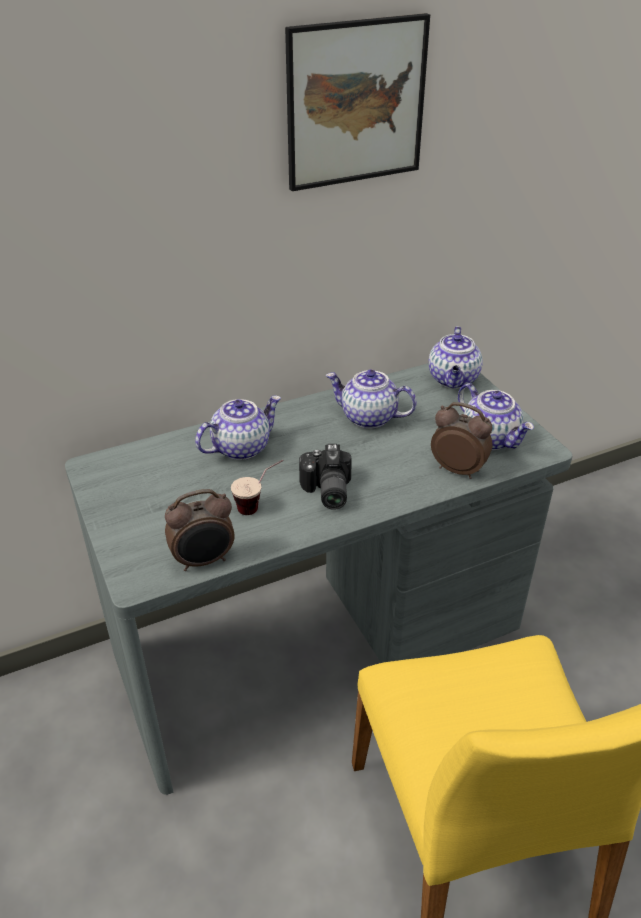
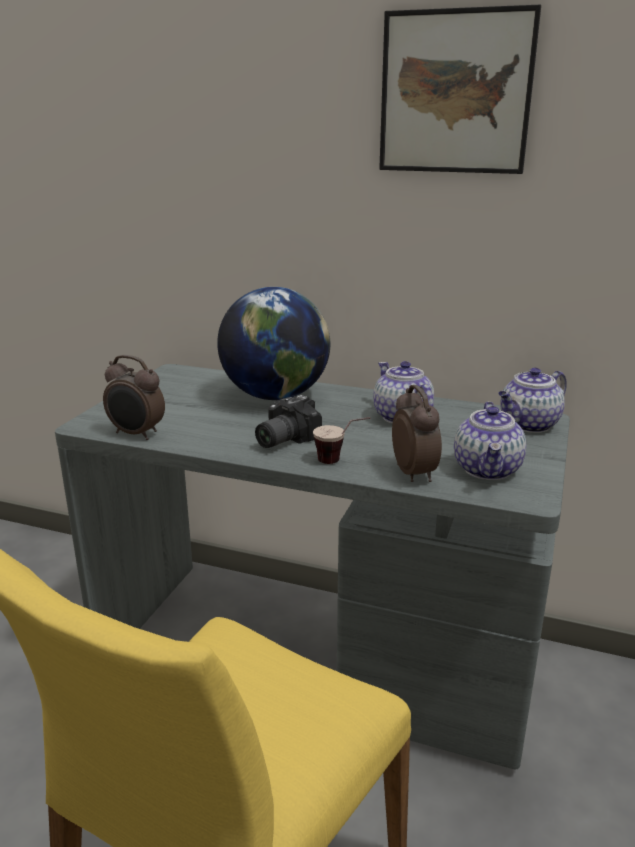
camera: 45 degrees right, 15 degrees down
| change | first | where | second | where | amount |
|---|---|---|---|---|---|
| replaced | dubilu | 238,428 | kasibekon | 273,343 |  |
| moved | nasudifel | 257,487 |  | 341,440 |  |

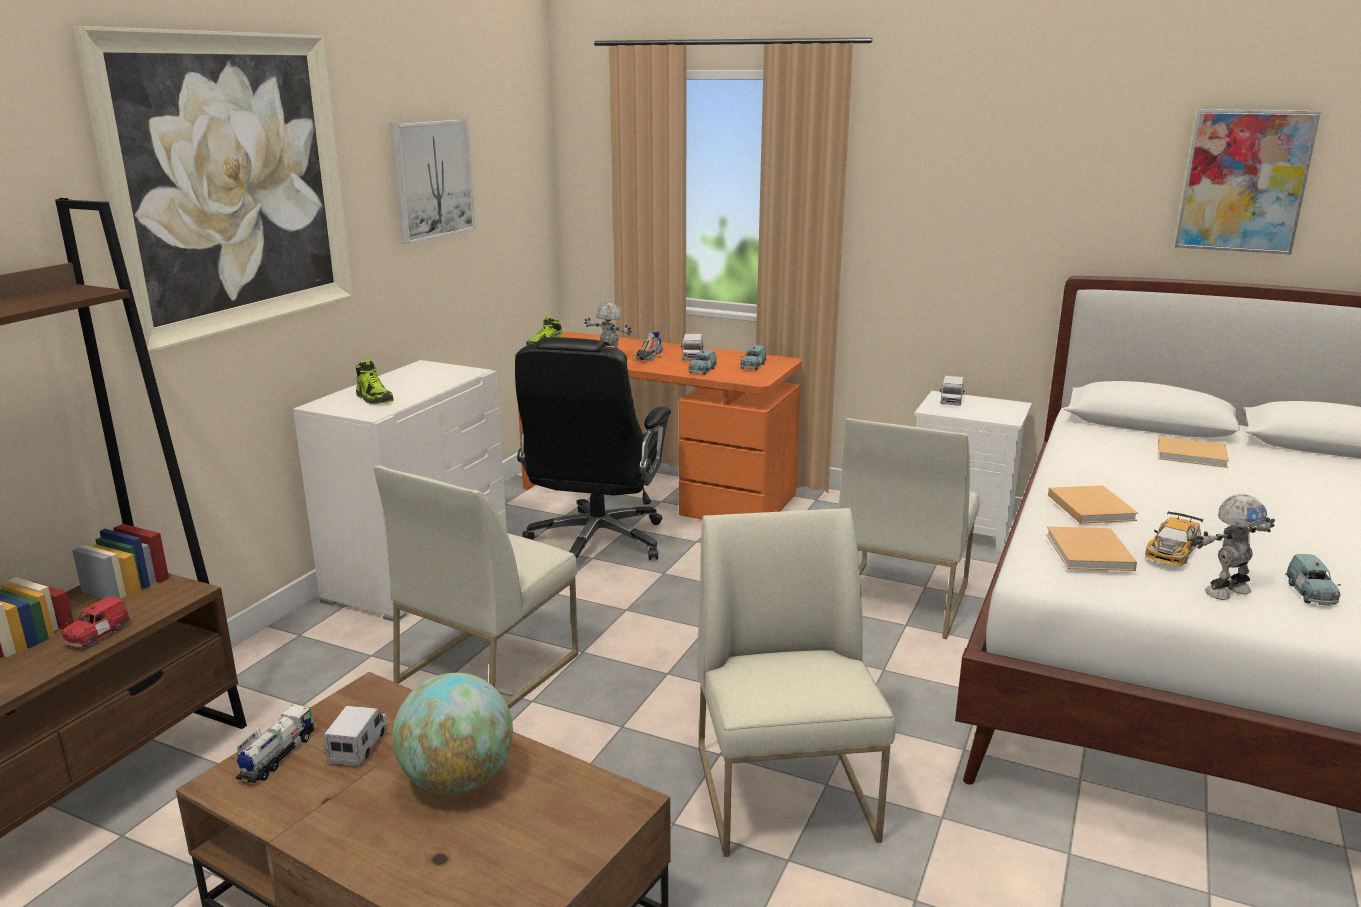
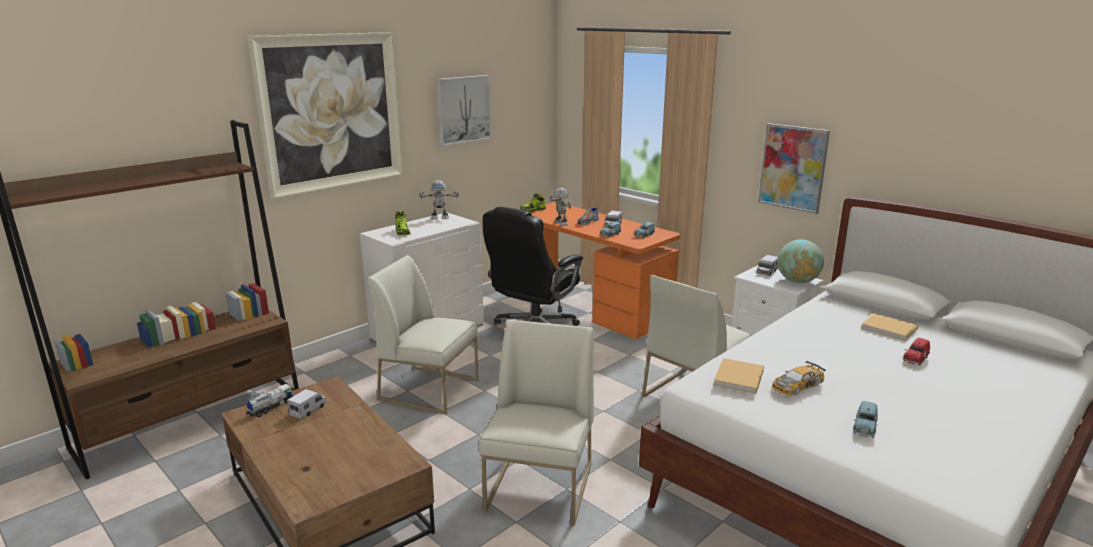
camera: 20 degrees right, 0 degrees up
| change | first | where | second | where | amount |
|---|---|---|---|---|---|
| moved | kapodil | 1248,182 |  | 794,168 |  |
| turned | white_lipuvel | 476,587 |  | 423,335 | 60 degrees clockwise |
| removed | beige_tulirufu | 1093,504 |  |  |  |
| moved | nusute | 1235,547 |  | 439,200 |  |
| moved | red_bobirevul | 96,622 |  | 916,351 |  |
| moved | kasibekon | 452,734 |  | 801,261 |  |

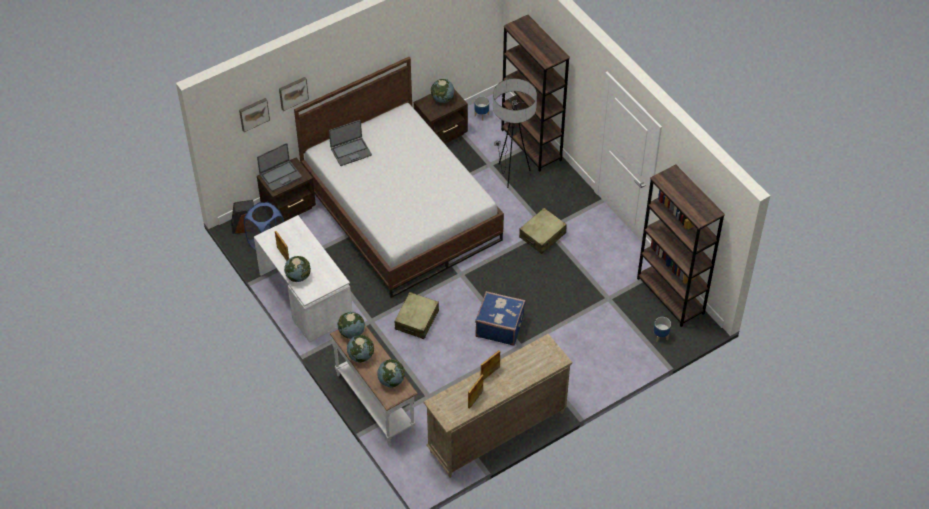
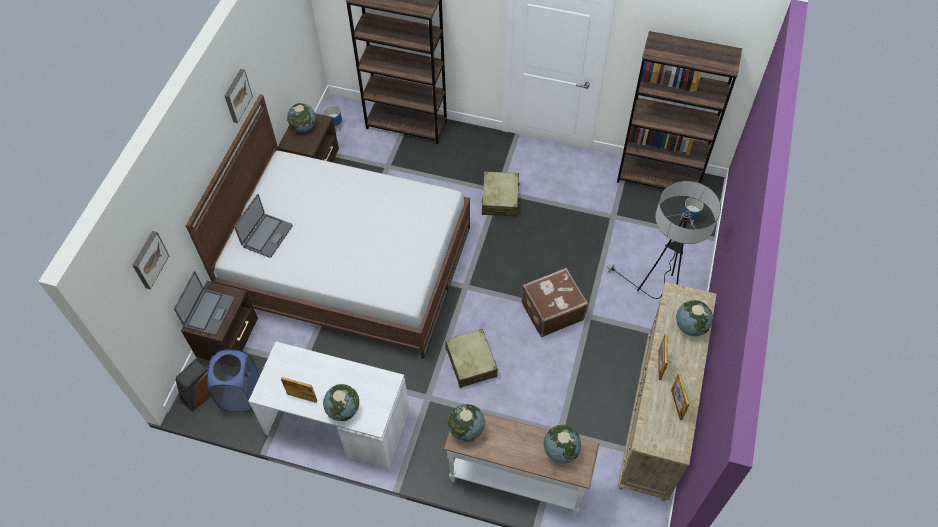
camera: 40 degrees left, 5 degrees up
| change | first | where | second | where | amount |
|---|---|---|---|---|---|
| moved | kapodil | 294,94 |  | 239,96 |  |
| moved | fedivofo | 515,133 |  | 664,239 |  |
| recoloured | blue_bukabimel | 500,318 | brown_bukabimel | 555,302 |  |
| moved | kasibekon | 360,349 |  | 694,318 |  |

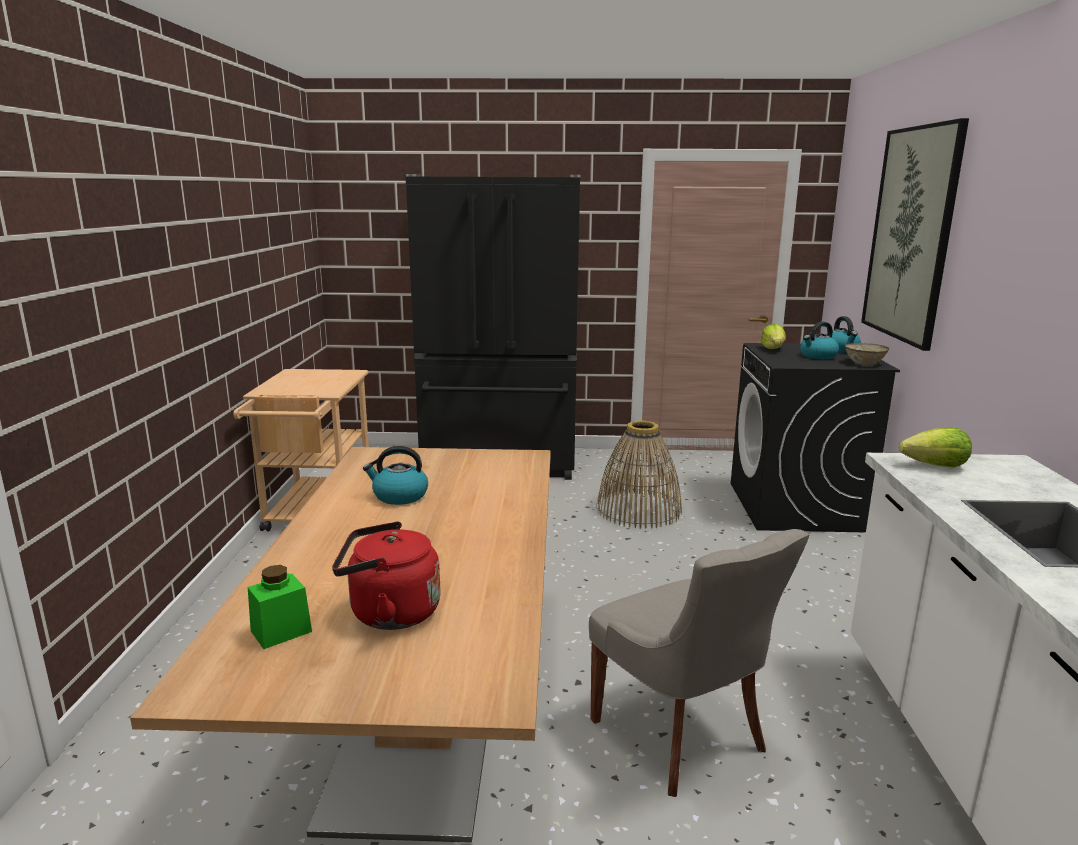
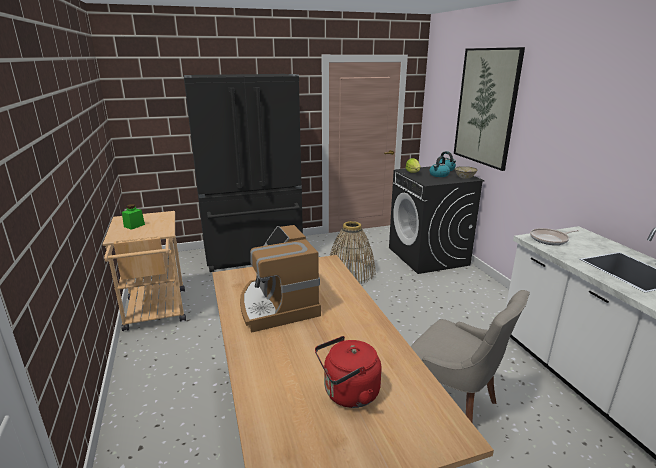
camera: 20 degrees left, 5 degrees up
| change | first | where | second | where | amount |
|---|---|---|---|---|---|
| replaced | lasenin | 935,447 | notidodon | 554,236 |  |
| replaced | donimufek | 395,475 | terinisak | 280,279 |  |
| moved | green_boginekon | 280,607 |  | 133,217 |  |

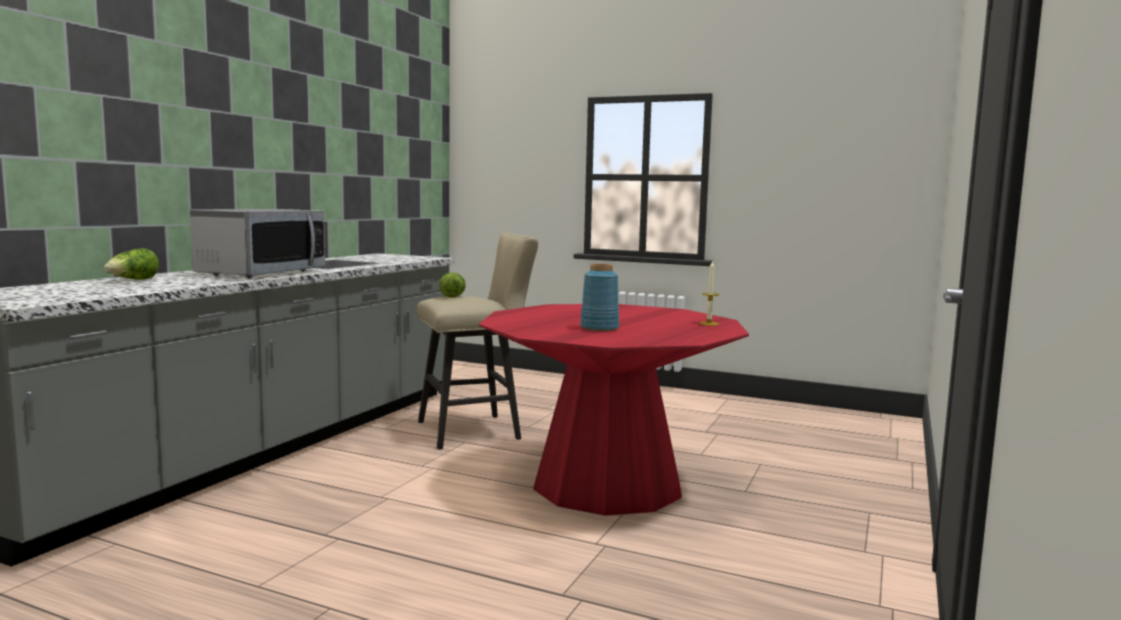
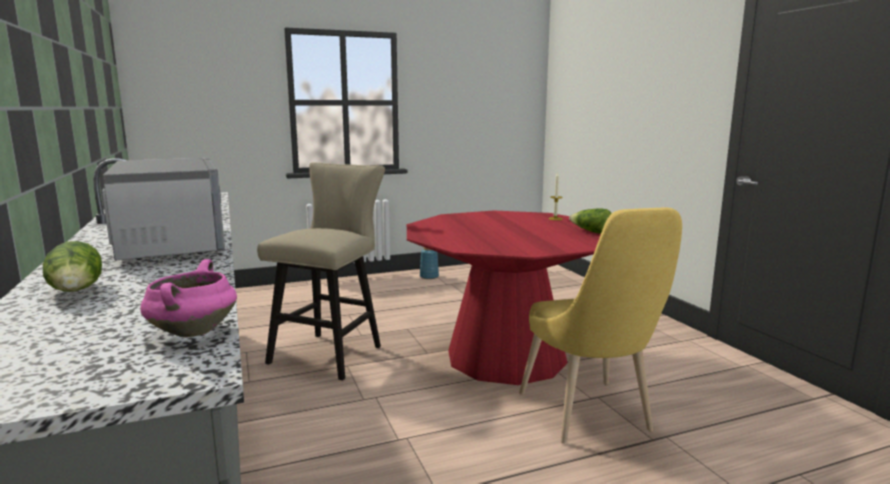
camera: 45 degrees left, 5 degrees up
| change | first | where | second | where | amount |
|---|---|---|---|---|---|
| moved | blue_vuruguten | 599,297 |  | 429,263 |  |
| moved | lasenin | 452,285 |  | 590,221 |  |
| added |  |  | yellow_lipuvel | 600,326 |  |
| added |  |  | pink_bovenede | 188,298 |  |

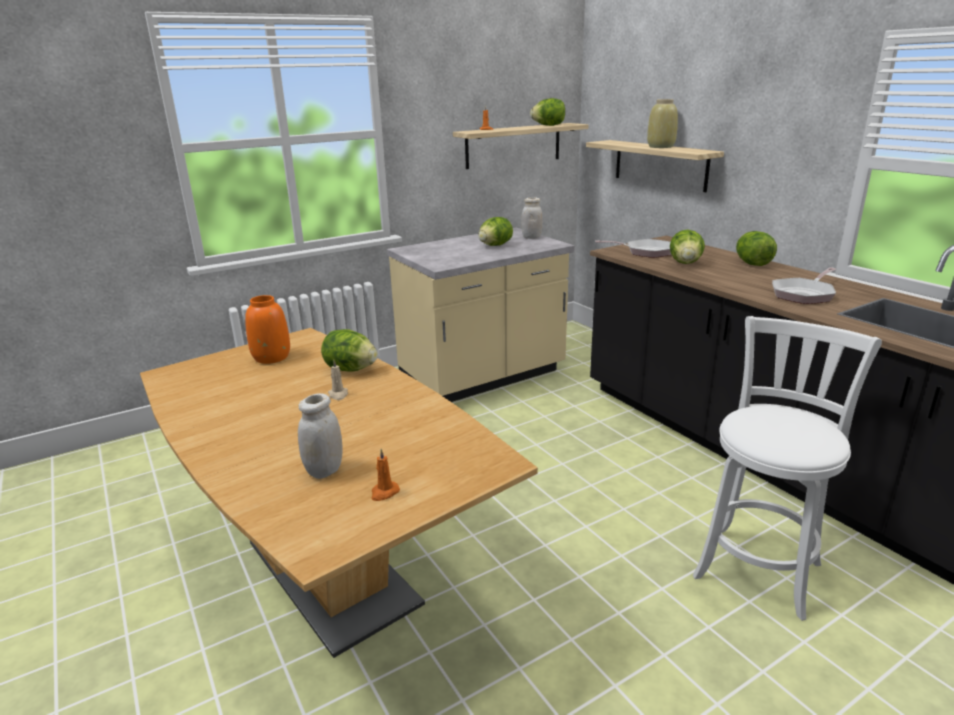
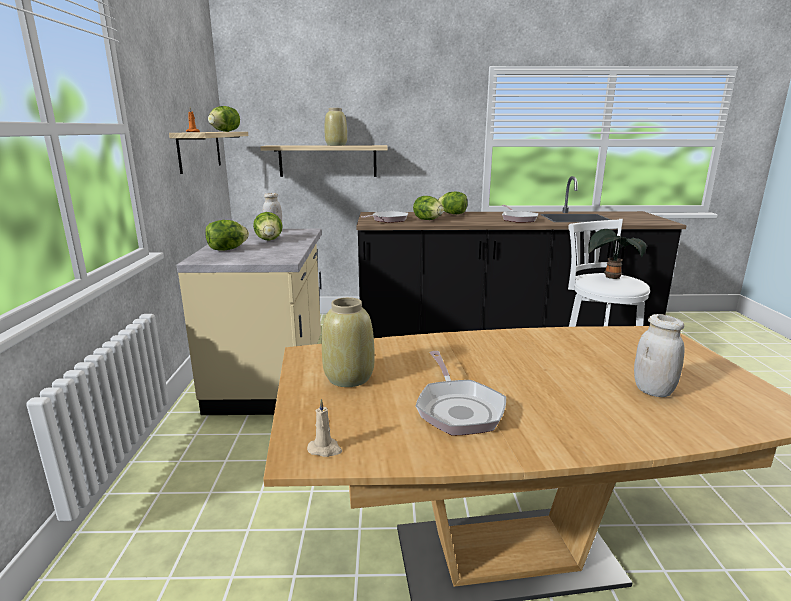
camera: 60 degrees left, 5 degrees down
| change | first | where | second | where | amount |
|---|---|---|---|---|---|
| recoloured | orange_vuruguten | 267,329 | beige_vuruguten | 348,342 |  |
| moved | lasenin | 349,350 |  | 227,235 |  |
| moved | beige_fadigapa | 338,380 |  | 324,428 |  |
| removed | orange_fadigapa | 385,475 |  |  |  |
| added |  |  | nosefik | 617,254 |  |
| added |  |  | notidodon | 461,393 |  |

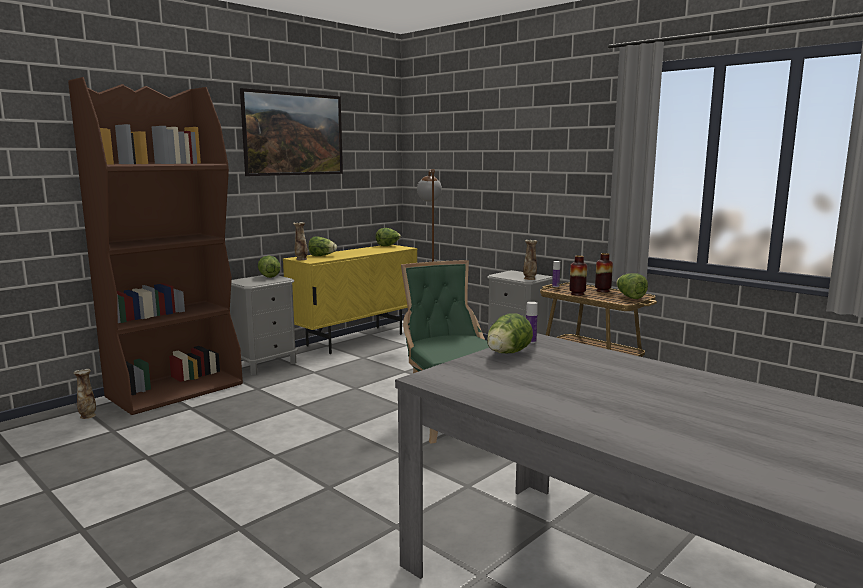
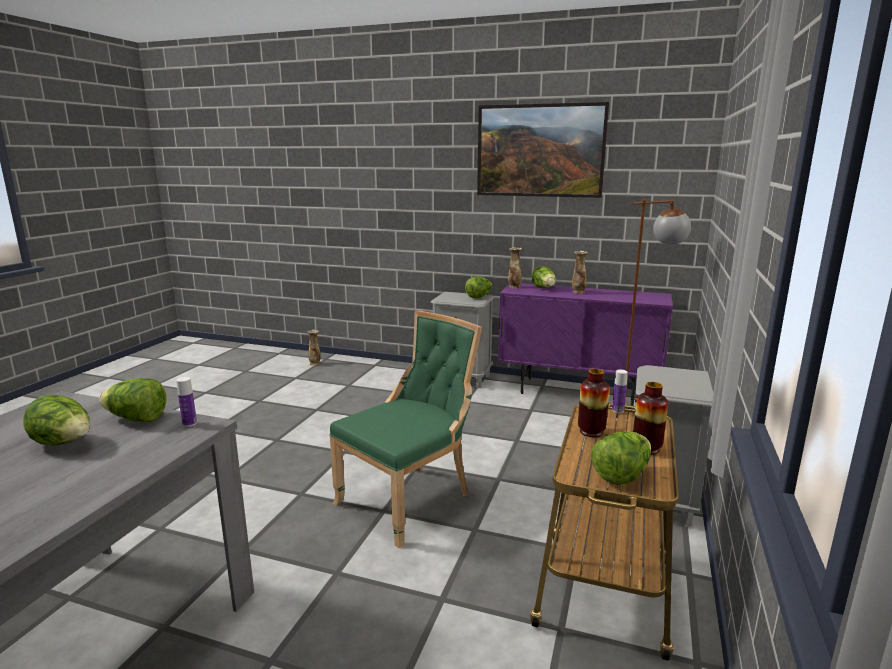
camera: 65 degrees right, 5 degrees up
| change | first | where | second | where | amount |
|---|---|---|---|---|---|
| removed | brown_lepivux | 155,246 |  |  |  |
| moved | lasenin | 388,237 |  | 56,420 |  |
| moved | vuruguten | 530,260 |  | 580,272 |  |
| recoloured | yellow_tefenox | 350,299 | purple_tefenox | 585,344 |  |

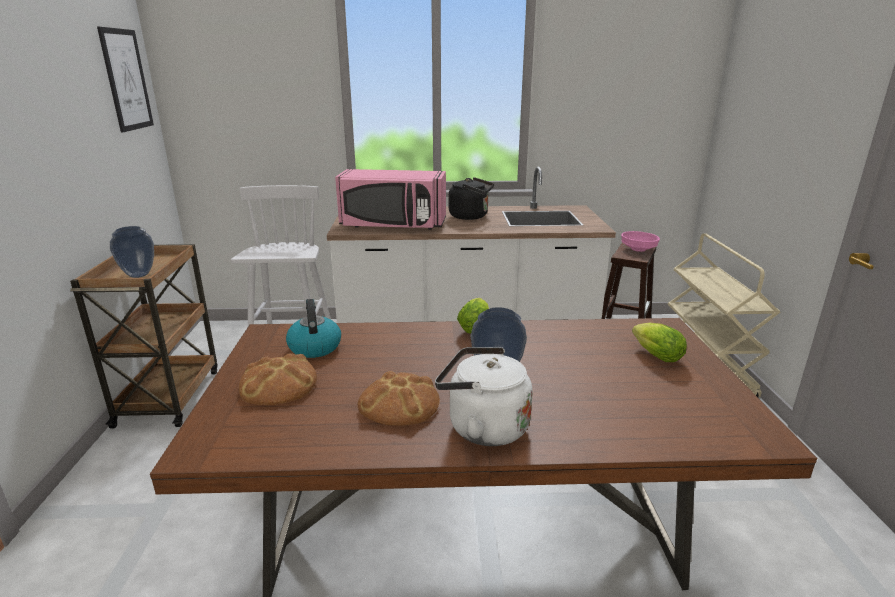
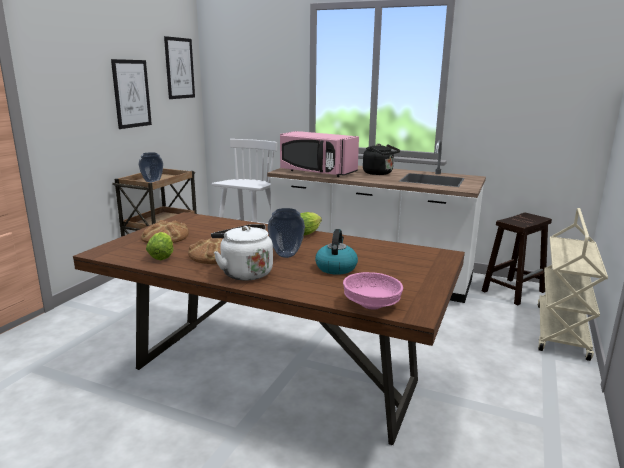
camera: 25 degrees right, 5 degrees down
| change | first | where | second | where | amount |
|---|---|---|---|---|---|
| moved | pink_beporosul | 640,241 |  | 373,291 |  |
| moved | donimufek | 313,328 |  | 336,252 |  |
| moved | lasenin | 659,342 |  | 160,246 |  |
| added |  |  | kapodil | 131,94 |  |

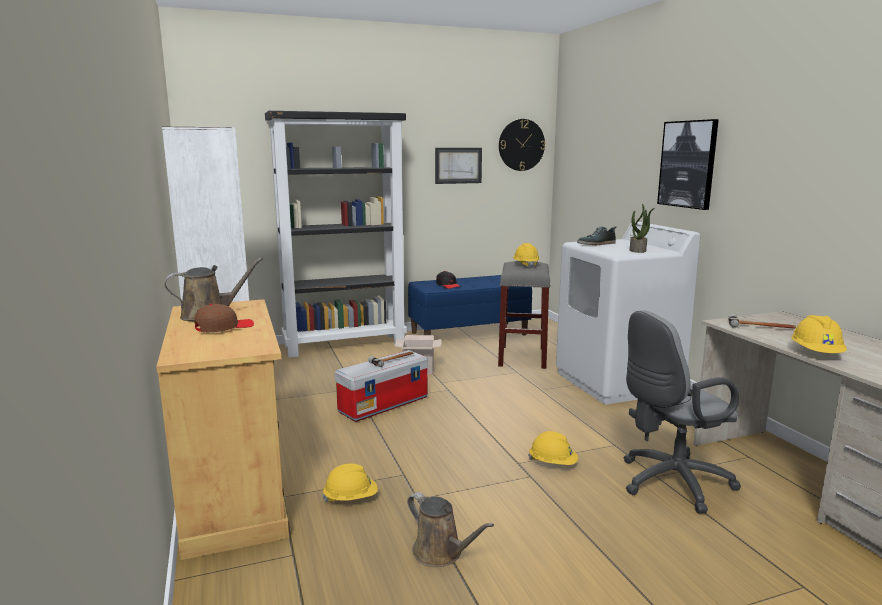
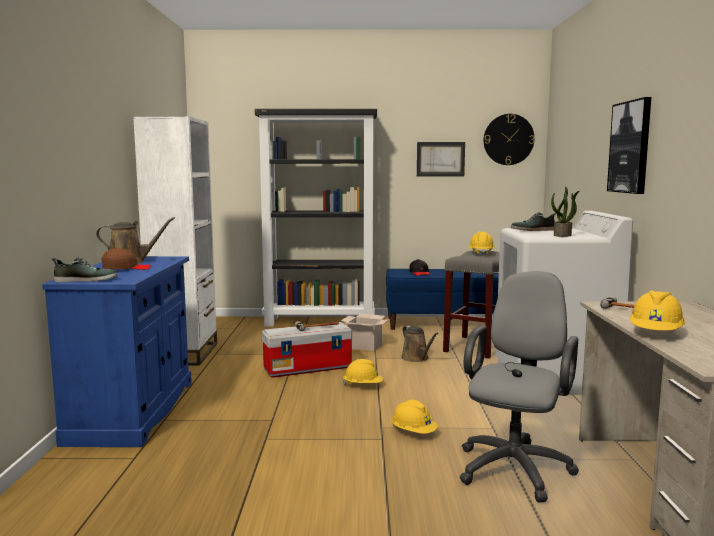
camera: 20 degrees right, 5 degrees down
| change | first | where | second | where | amount |
|---|---|---|---|---|---|
| recoloured | beige_tefenox | 222,429 | blue_tefenox | 117,351 |  |
| turned | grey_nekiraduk | 682,412 |  | 519,386 | 120 degrees clockwise |
| moved | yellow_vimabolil | 350,483 |  | 363,372 |  |
| moved | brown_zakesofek | 450,529 |  | 420,344 |  |
| added |  |  | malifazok | 84,269 |  |

